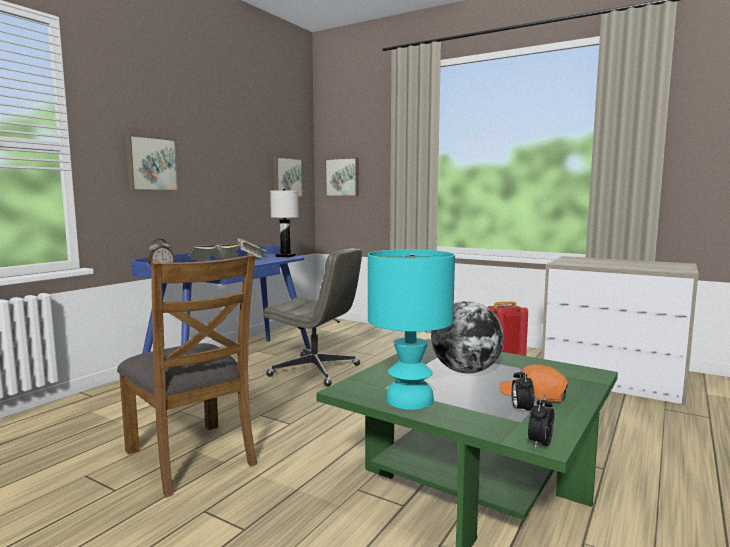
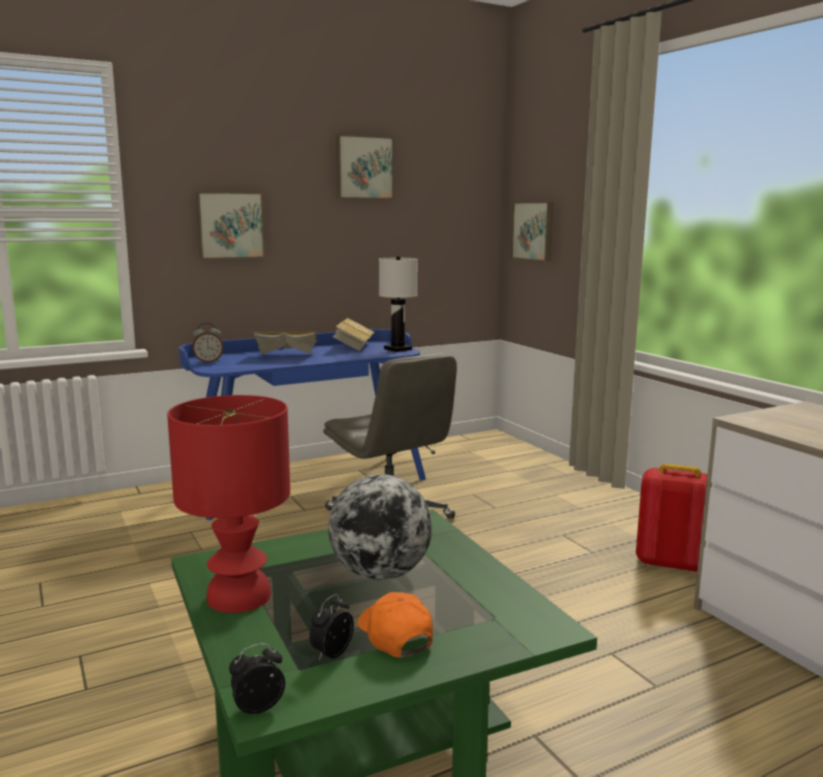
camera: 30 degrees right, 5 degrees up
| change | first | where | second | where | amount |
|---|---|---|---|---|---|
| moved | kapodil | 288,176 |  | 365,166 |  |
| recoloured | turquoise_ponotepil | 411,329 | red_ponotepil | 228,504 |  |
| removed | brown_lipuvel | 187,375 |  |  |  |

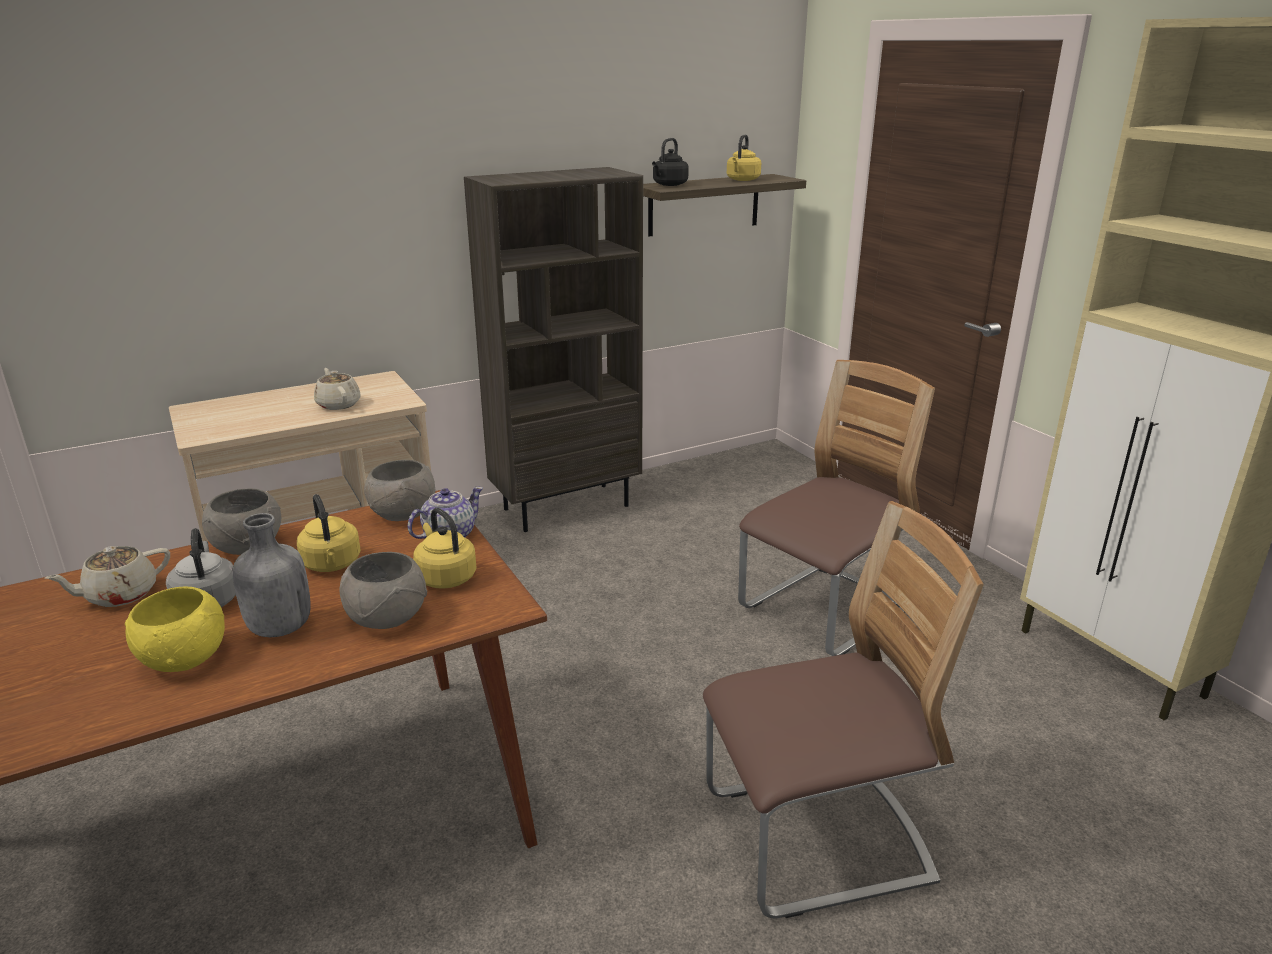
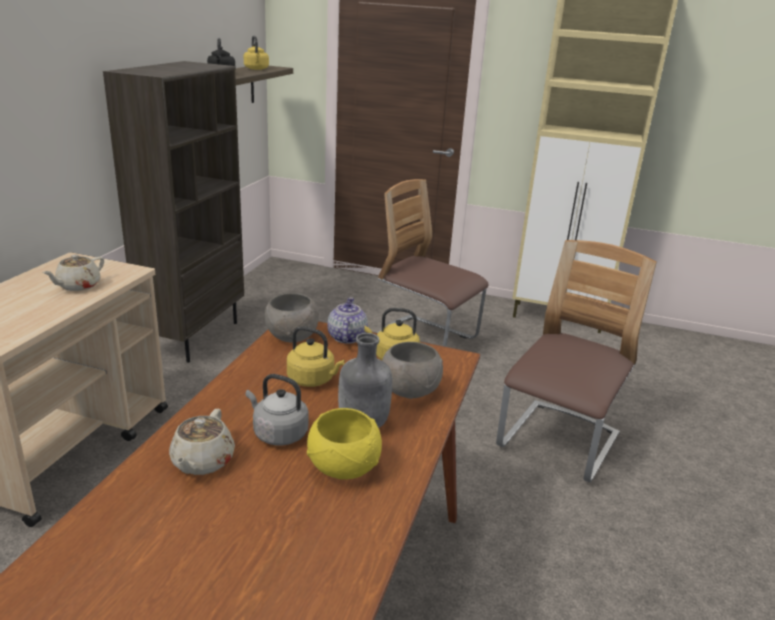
camera: 45 degrees left, 0 degrees up
| change | first | where | second | where | amount |
|---|---|---|---|---|---|
| turned | lipuvel | 836,508 |  | 433,263 | 60 degrees counterclockwise |
| turned | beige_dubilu | 337,389 |  | 73,272 | 75 degrees counterclockwise |
| removed | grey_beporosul | 241,521 |  |  |  |

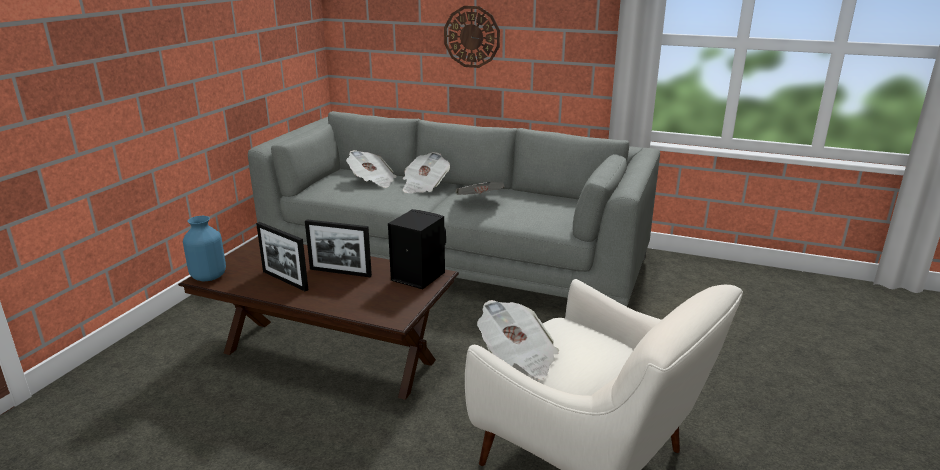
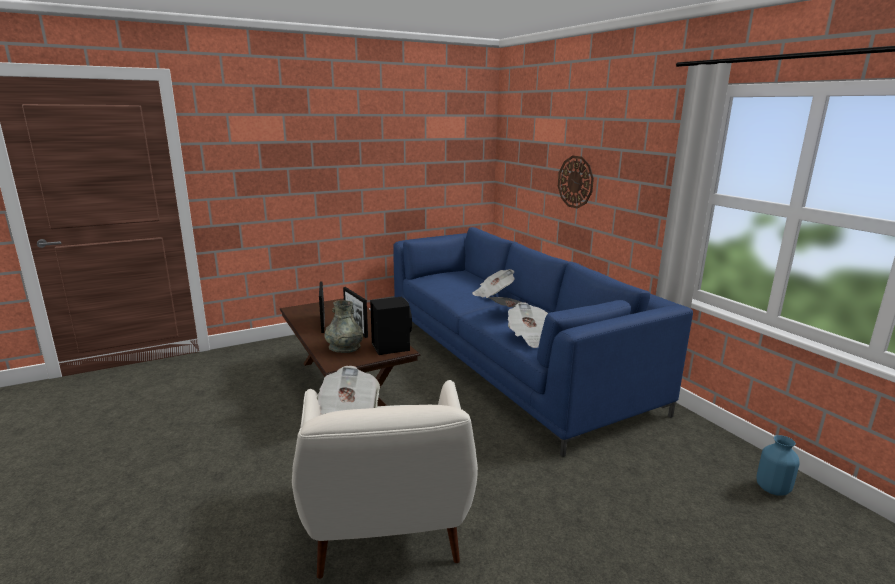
camera: 40 degrees right, 5 degrees down
| change | first | where | second | where | amount |
|---|---|---|---|---|---|
| recoloured | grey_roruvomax | 454,209 | blue_roruvomax | 543,342 |  |
| moved | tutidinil | 371,169 |  | 528,325 |  |
| moved | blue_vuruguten | 204,248 |  | 778,465 |  |
| added |  |  | grey_vuruguten | 343,326 |  |

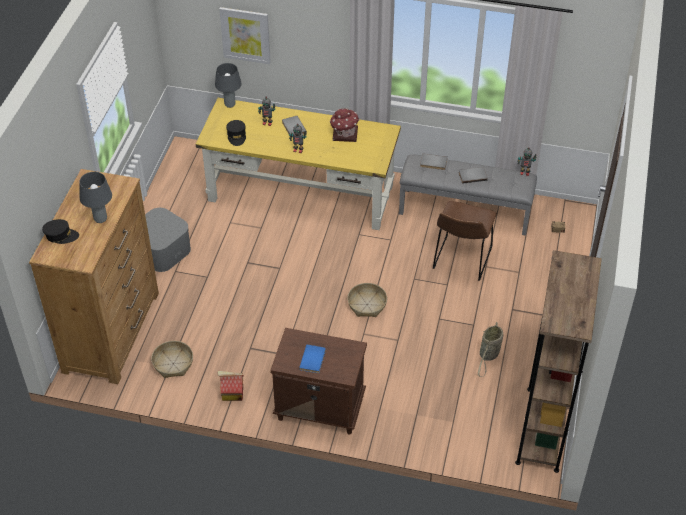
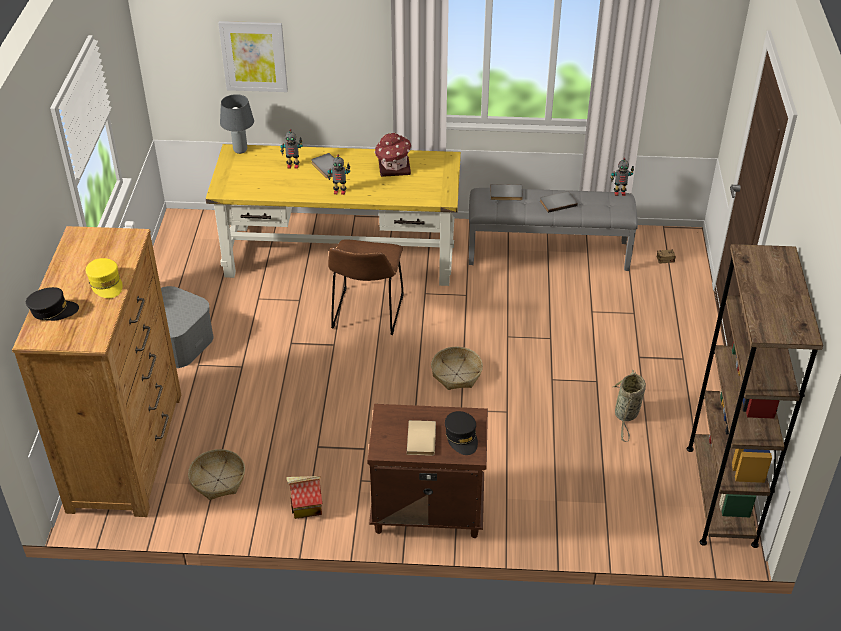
camera: 10 degrees left, 5 degrees down
| change | first | where | second | where | amount |
|---|---|---|---|---|---|
| moved | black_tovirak | 236,133 |  | 461,433 |  |
| replaced | grey_ponotepil | 95,197 | yellow_tovirak | 104,278 |  |
| moved | brown_lipuvel | 465,241 |  | 366,287 |  |
| recoloured | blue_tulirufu | 312,358 | beige_tulirufu | 421,438 |  |

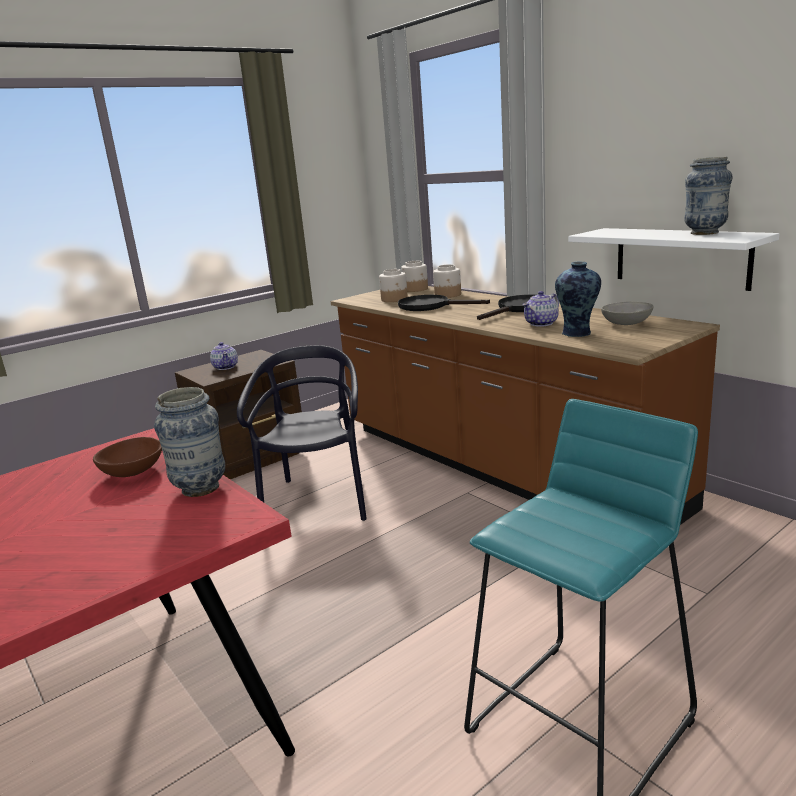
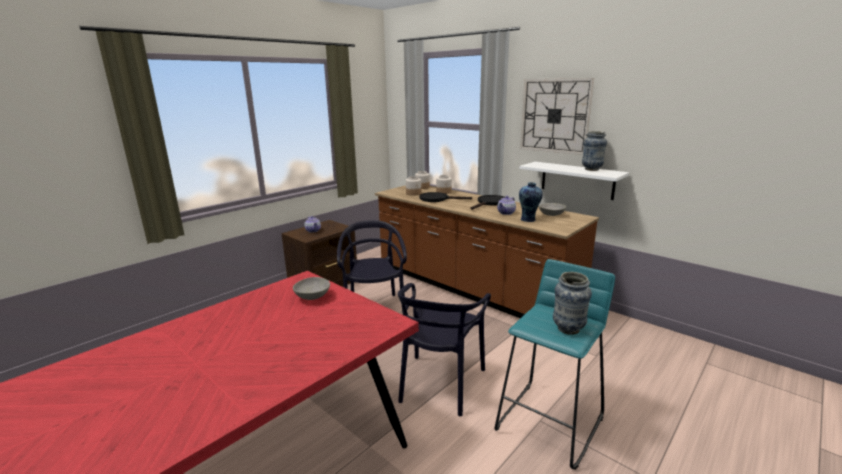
camera: 10 degrees left, 0 degrees up
| change | first | where | second | where | amount |
|---|---|---|---|---|---|
| moved | vuruguten | 189,442 |  | 572,303 |  |
| recoloured | brown_beporosul | 127,457 | grey_beporosul | 311,288 |  |
| added |  |  | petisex | 557,116 |  |
| added |  |  | black_lipuvel | 444,349 |  |

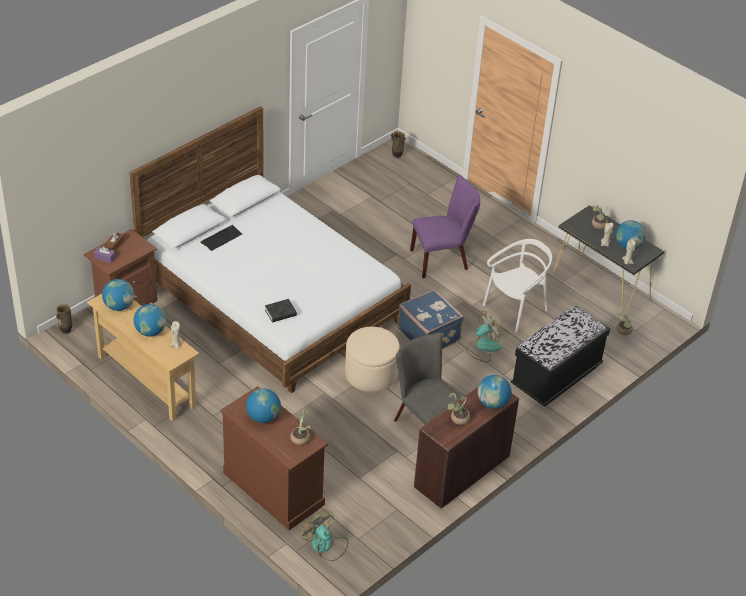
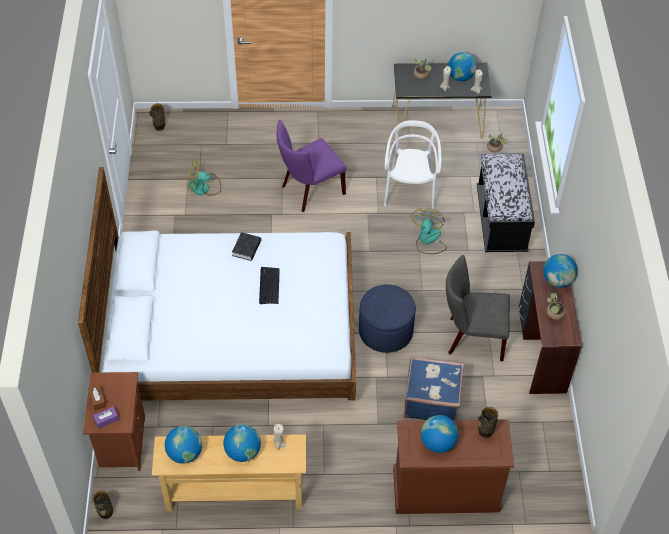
camera: 45 degrees left, 10 degrees up
| change | first | where | second | where | amount |
|---|---|---|---|---|---|
| turned | purple_lipuvel | 445,226 |  | 311,166 | 150 degrees counterclockwise |
| moved | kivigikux | 221,238 |  | 269,285 |  |
| moved | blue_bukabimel | 431,319 |  | 434,388 |  |
| moved | black_tulirufu | 281,310 |  | 246,246 |  |
| recoloured | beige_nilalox | 372,359 | blue_nilalox | 387,318 |  |
| replaced | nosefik | 301,427 | vuruguten | 488,422 |  |
| moved | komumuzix | 324,535 |  | 204,178 |  |

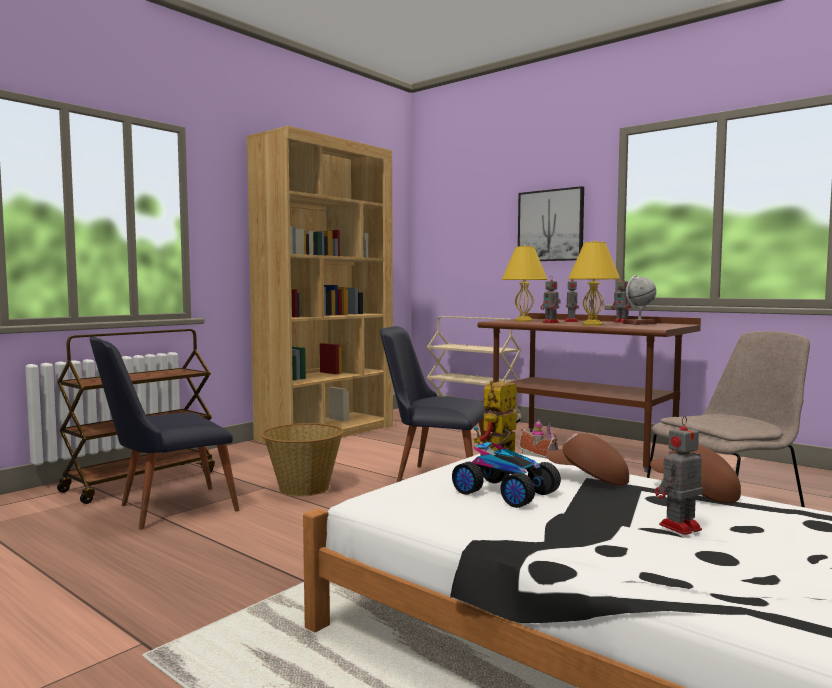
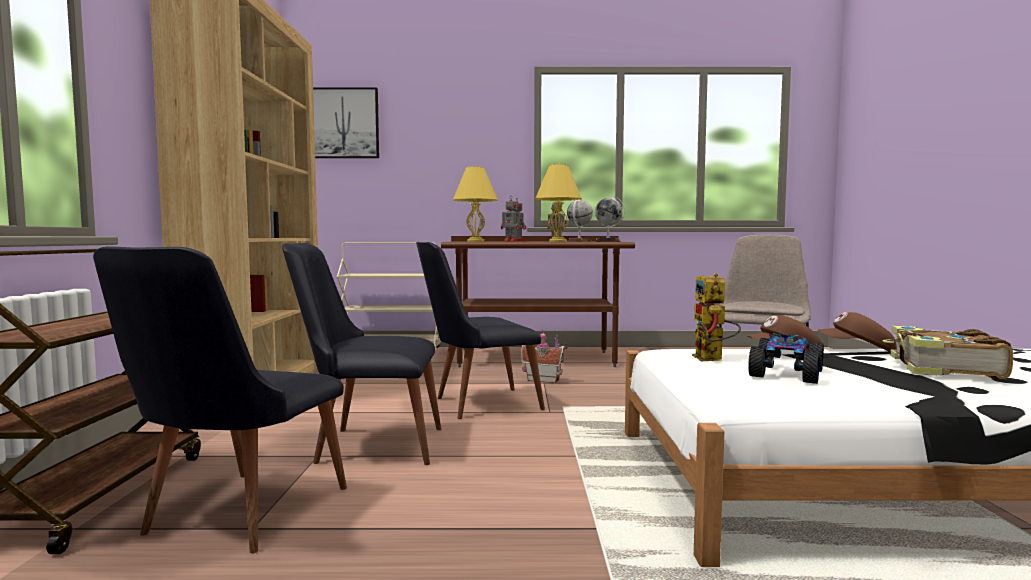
camera: 40 degrees left, 0 degrees up
| change | first | where | second | where | amount |
|---|---|---|---|---|---|
| moved | kapodil | 551,223 |  | 346,122 |  |
| replaced | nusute | 679,475 | tulirufu | 948,353 |  |
| replaced | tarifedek | 302,459 | black_lipuvel | 361,354 |  |
| turned | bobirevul | 506,474 |  | 786,358 | 60 degrees counterclockwise |
| added |  |  | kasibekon | 610,219 |  |

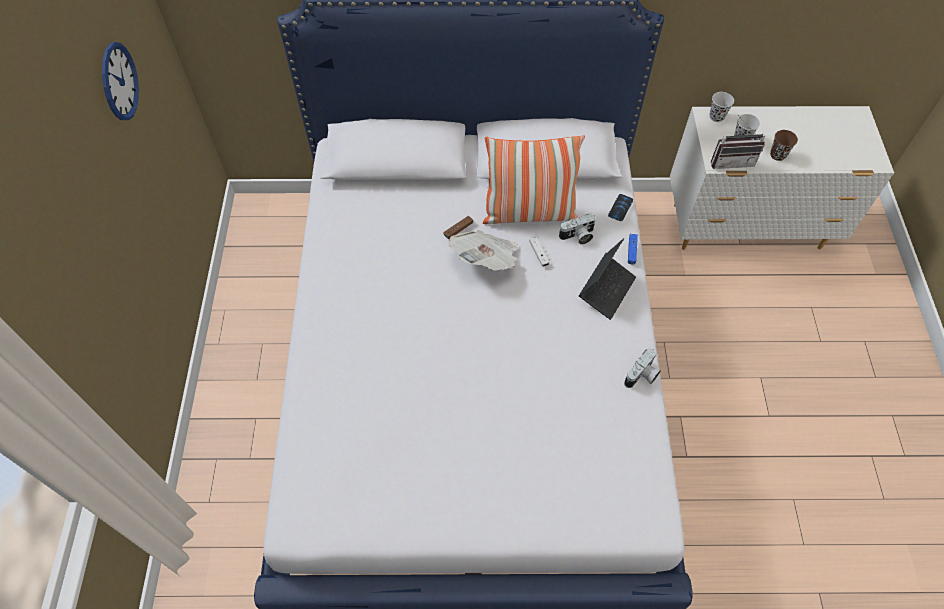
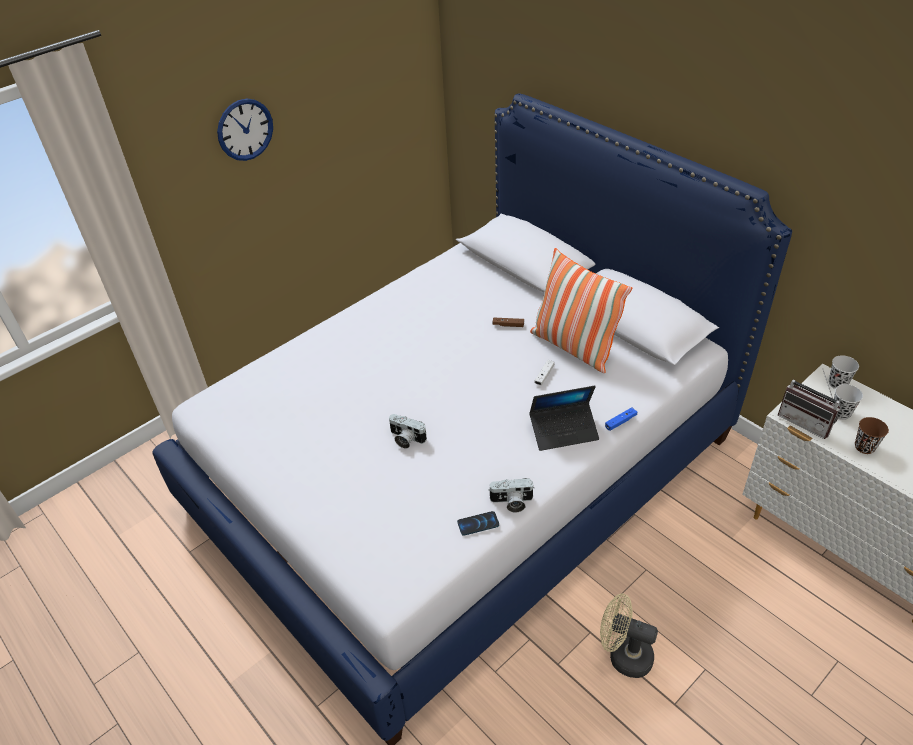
camera: 50 degrees right, 15 degrees down
| change | first | where | second | where | amount |
|---|---|---|---|---|---|
| moved | petisex | 120,81 |  | 245,129 |  |
| moved | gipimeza | 620,207 |  | 478,523 |  |
| moved | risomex | 577,229 |  | 408,431 |  |
| removed | tutidinil | 483,250 |  |  |  |
| added |  |  | beige_komumuzix | 629,635 |  |

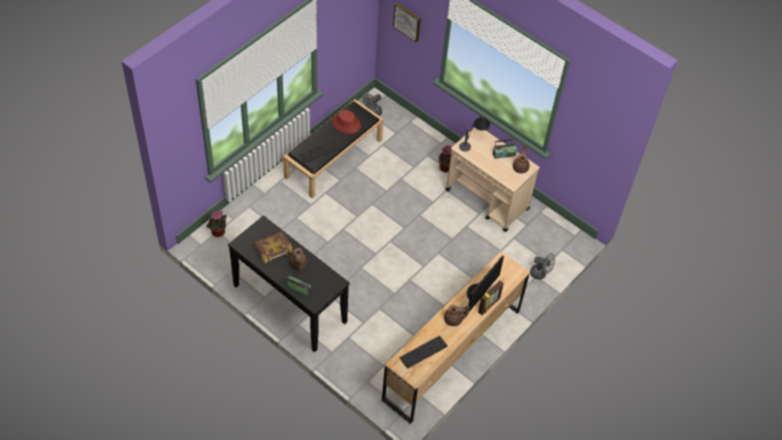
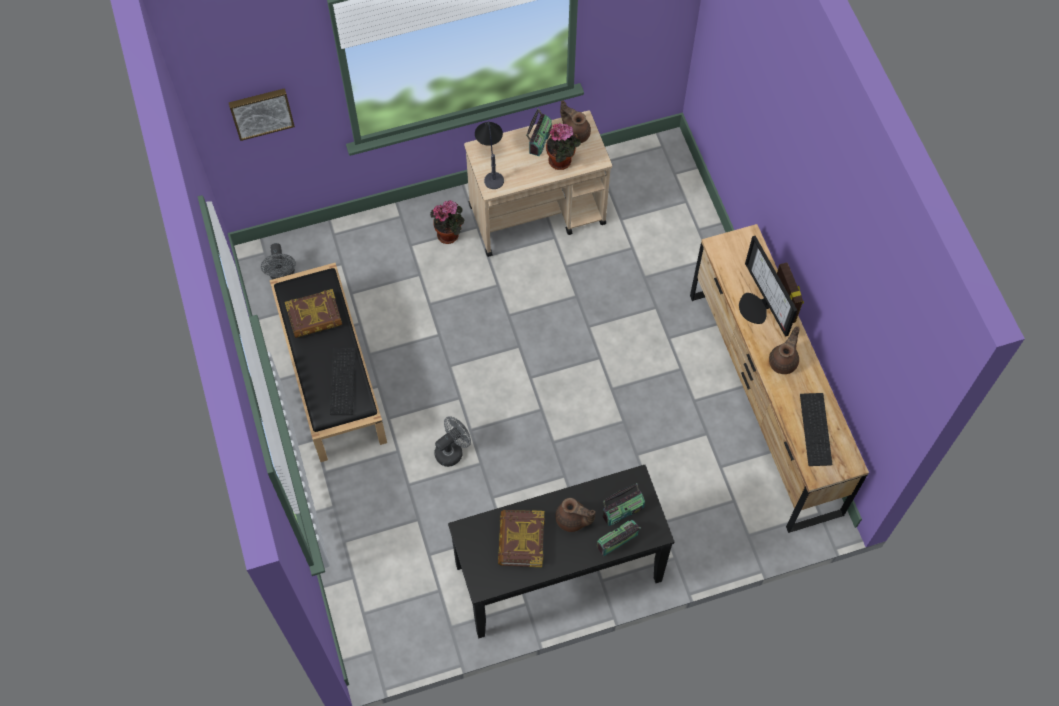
camera: 55 degrees left, 10 degrees up
| change | first | where | second | where | amount |
|---|---|---|---|---|---|
| replaced | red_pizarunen | 347,122 | tulirufu | 313,313 |  |
| moved | nosefik | 217,223 |  | 563,146 |  |
| moved | grey_komumuzix | 542,266 |  | 452,441 |  |
| added |  |  | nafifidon | 623,504 |  |

